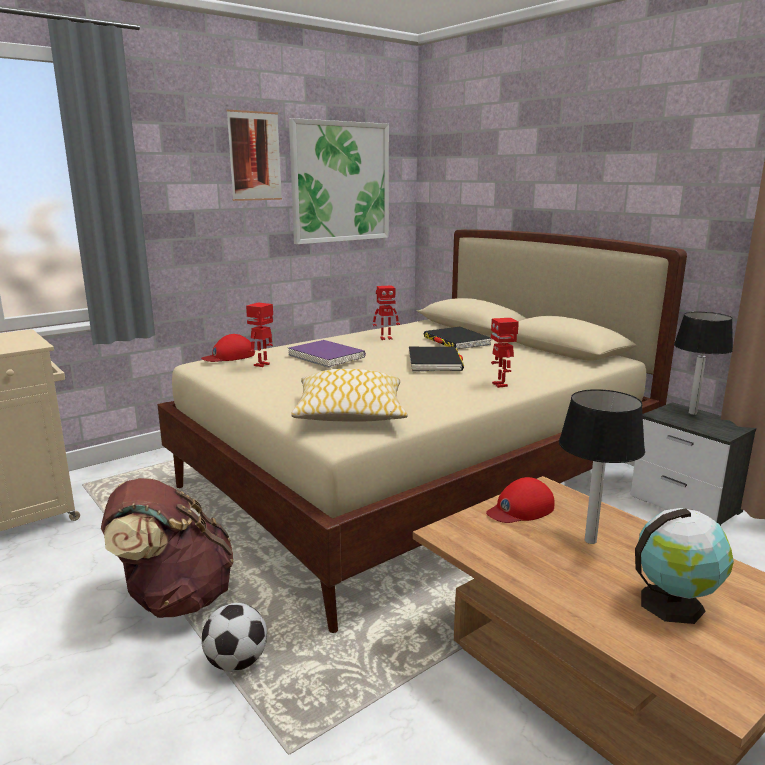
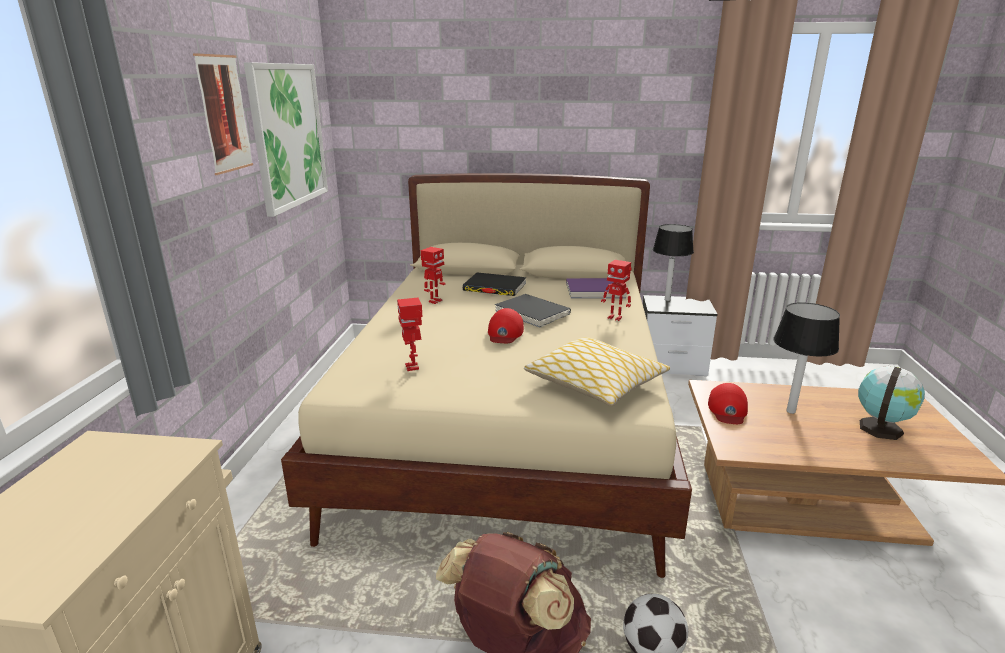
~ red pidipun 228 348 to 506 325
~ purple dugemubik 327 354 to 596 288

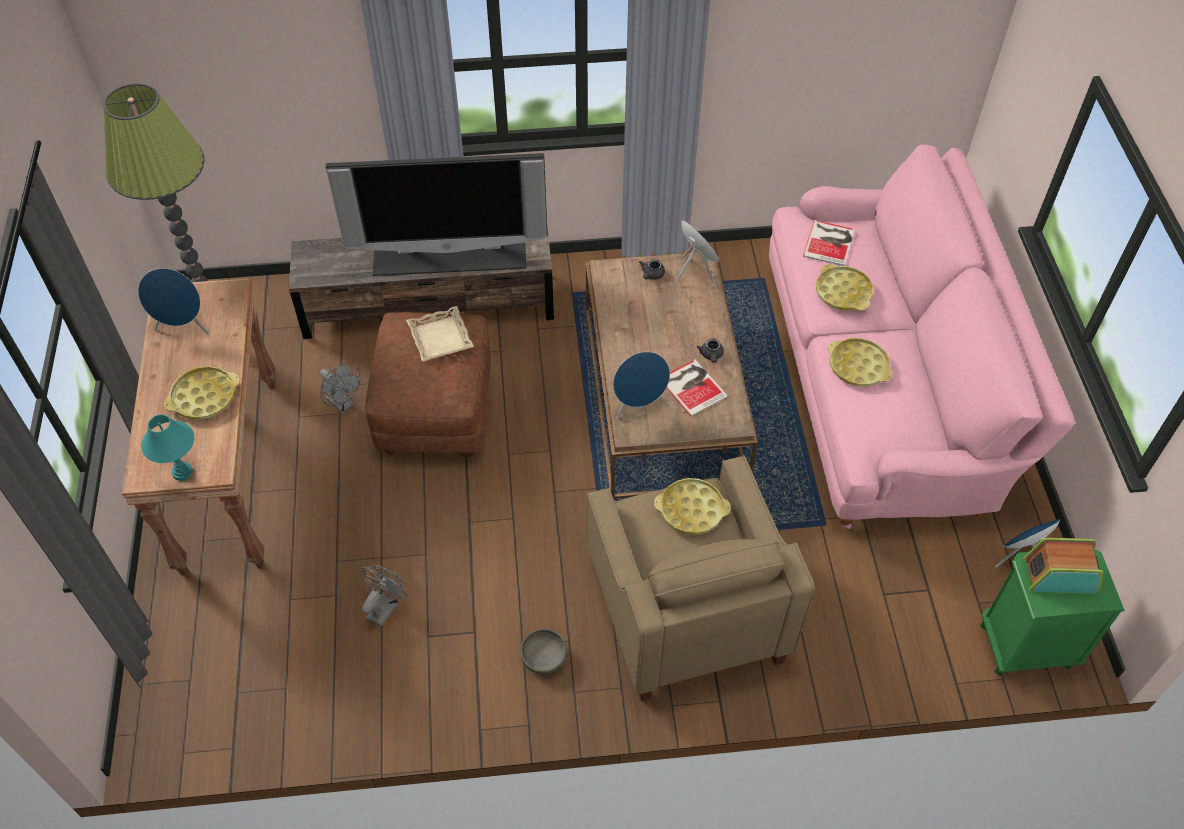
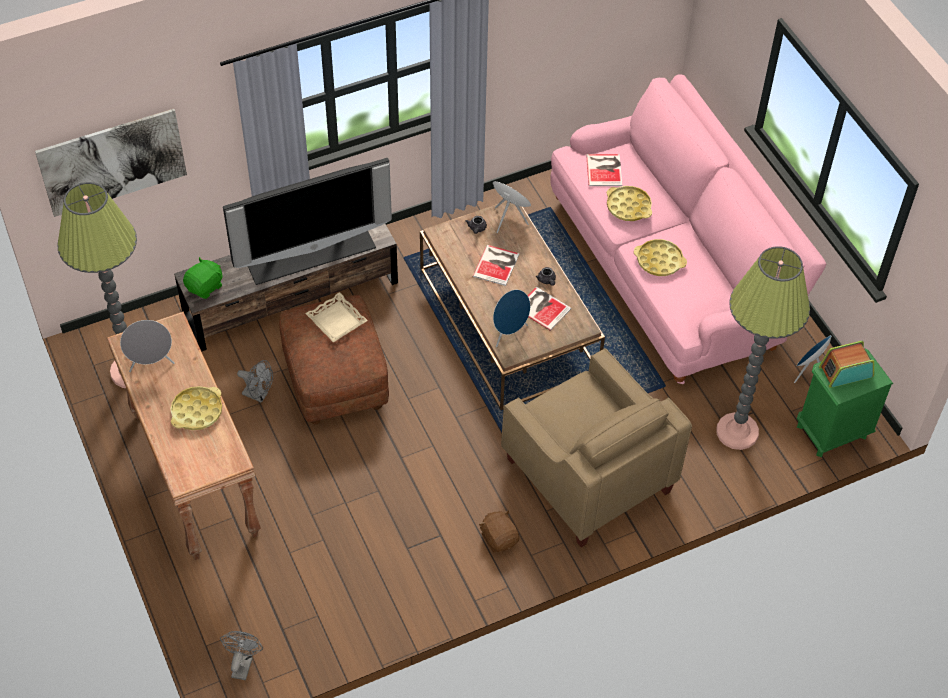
- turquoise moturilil 167 448
- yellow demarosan 692 506
+ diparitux 111 163
+ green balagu 203 278
+ dugemubik 496 265
+ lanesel 763 348
~ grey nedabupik 384 596 to 241 655
~ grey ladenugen 543 651 to brown balagu 499 531
~ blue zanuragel 173 301 to grey zanuragel 147 346

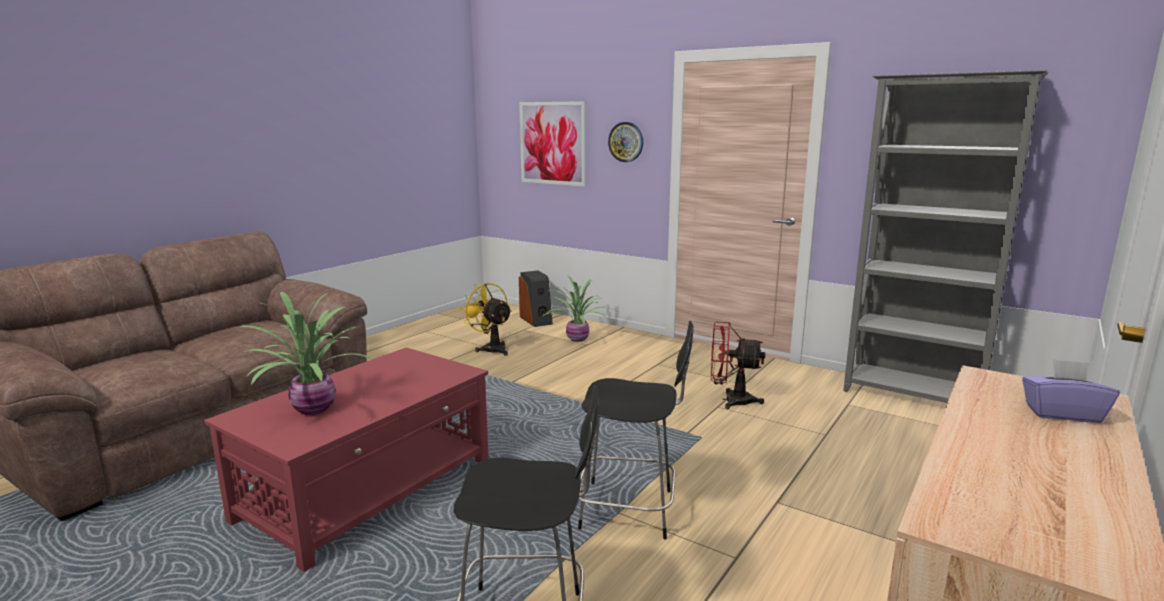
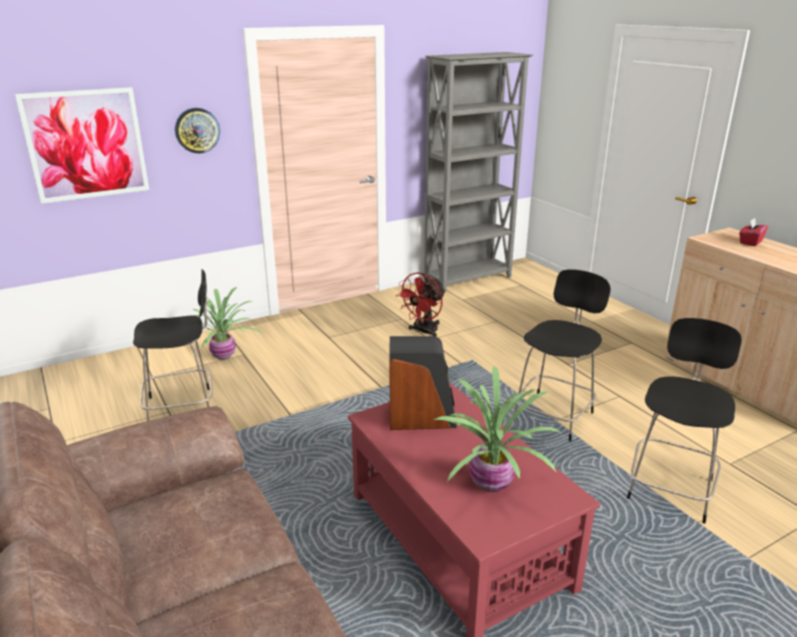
~ zanuragel 536 298 to 423 383
~ yellow nedabupik 486 319 to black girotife 173 345
~ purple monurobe 1071 391 to red monurobe 753 232

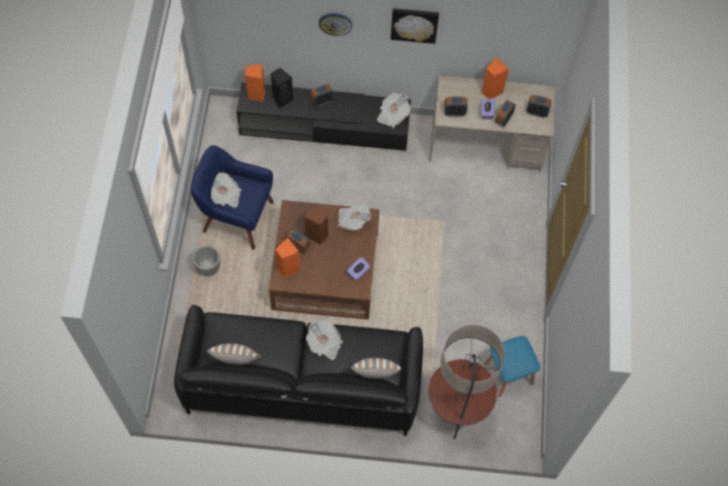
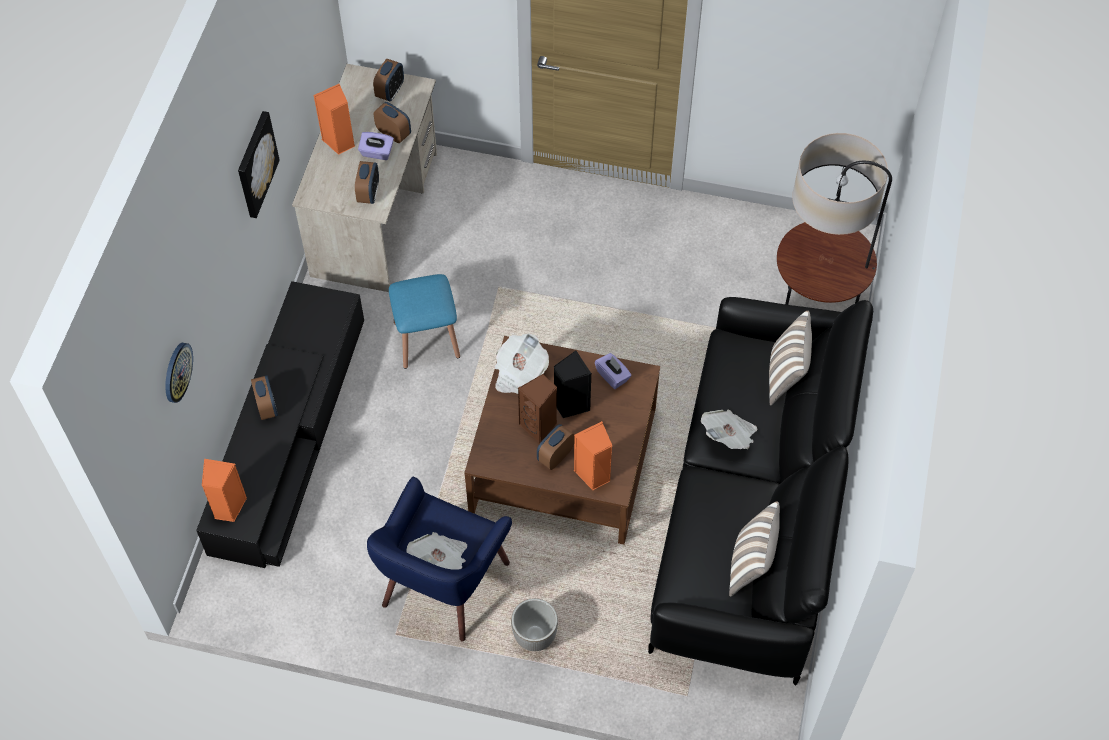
- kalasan 394 110
~ black zanuragel 282 88 to 572 384
~ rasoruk 335 24 to 179 373
~ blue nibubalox 512 366 to 424 321

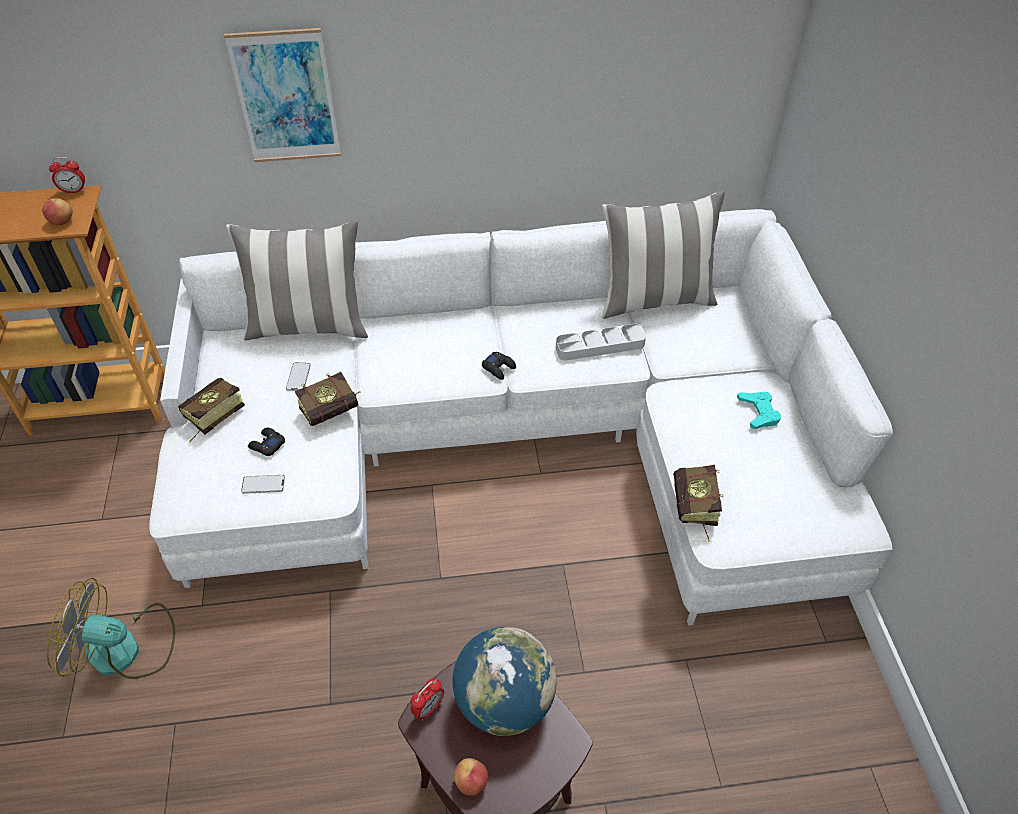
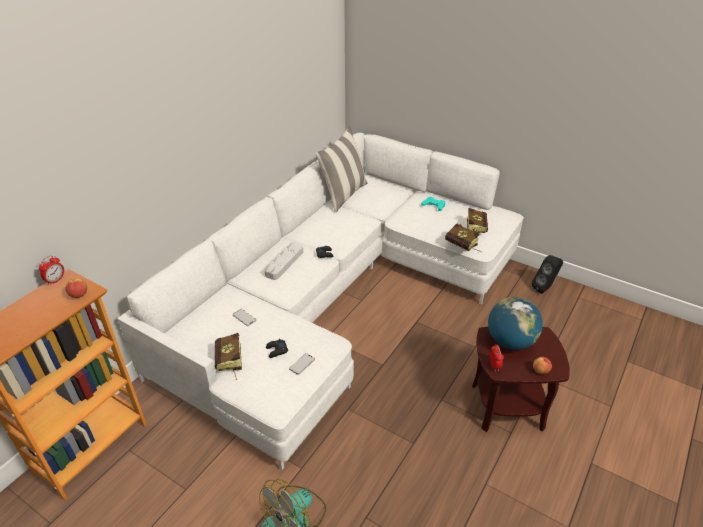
- diparitux 282 95
- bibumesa 297 281
+ black zanuragel 547 274
~ dugemubik 328 399 to 477 220
~ grey demarosan 601 342 to 283 261

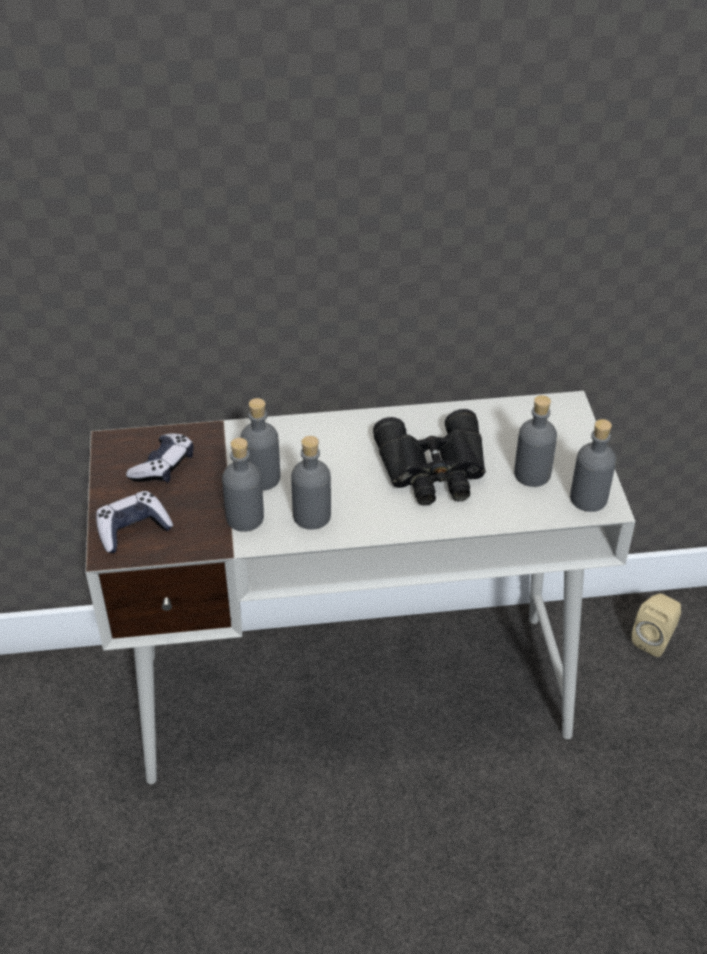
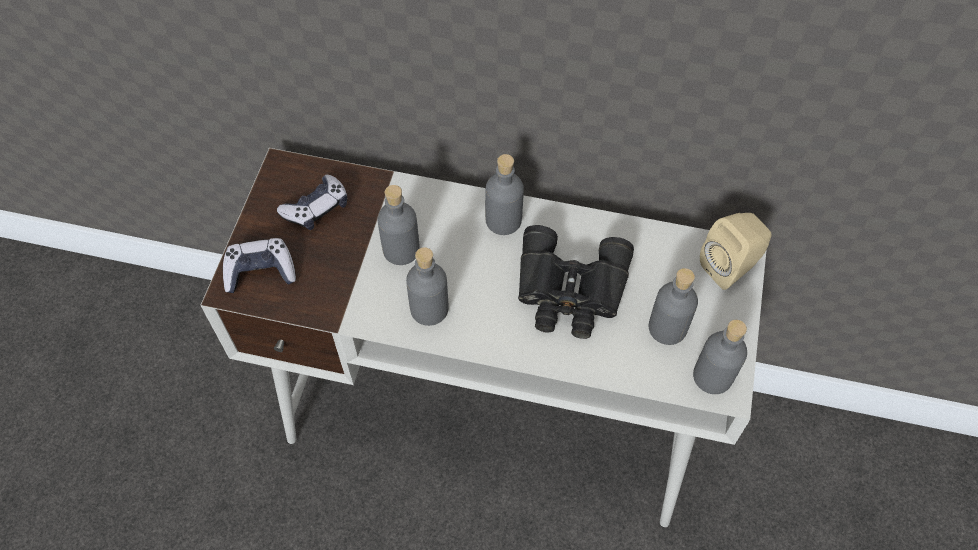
~ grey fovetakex 243 485 to 504 194
~ beige zanuragel 656 625 to 736 251

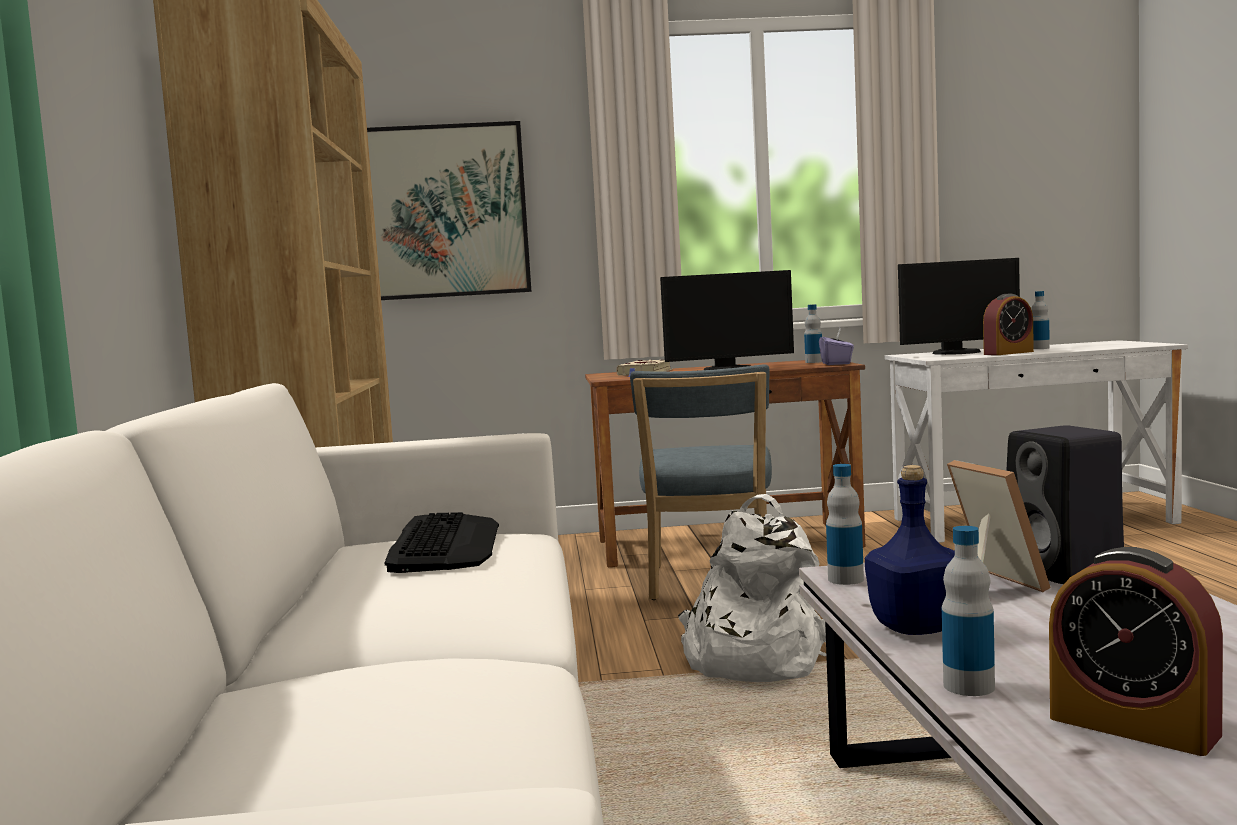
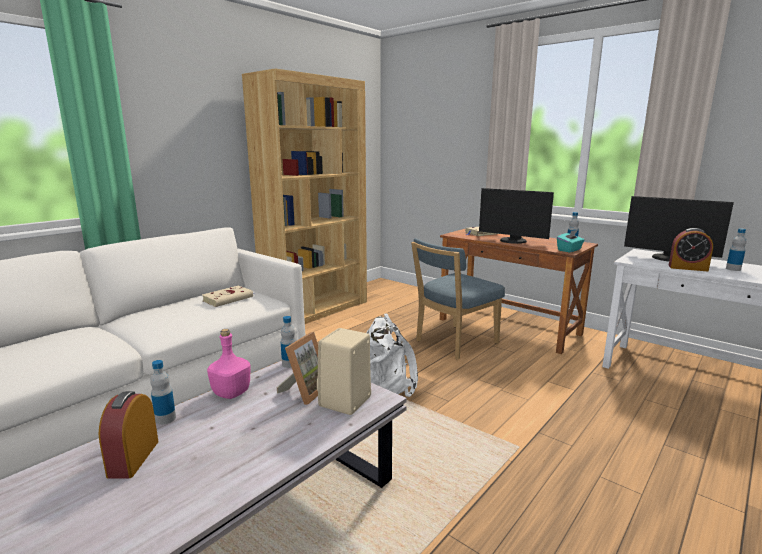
- diparitux 449 210
~ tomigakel 442 542 to beige dugemubik 228 296
~ purple monurobe 836 346 to turquoise monurobe 571 241
~ blue fovetakex 910 550 to pink fovetakex 229 364
~ black zanuragel 1065 504 to beige zanuragel 344 371

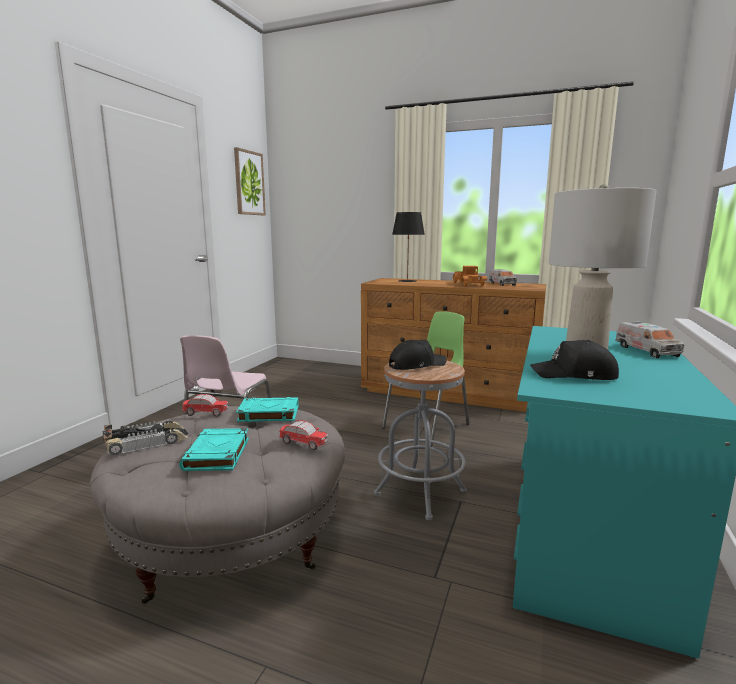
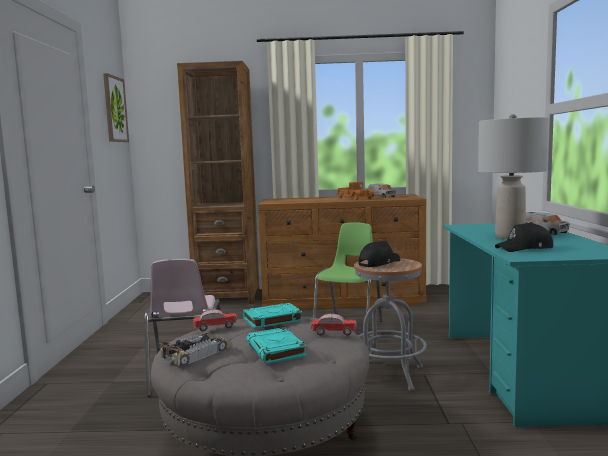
- black moturilil 408 247
+ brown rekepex 218 182

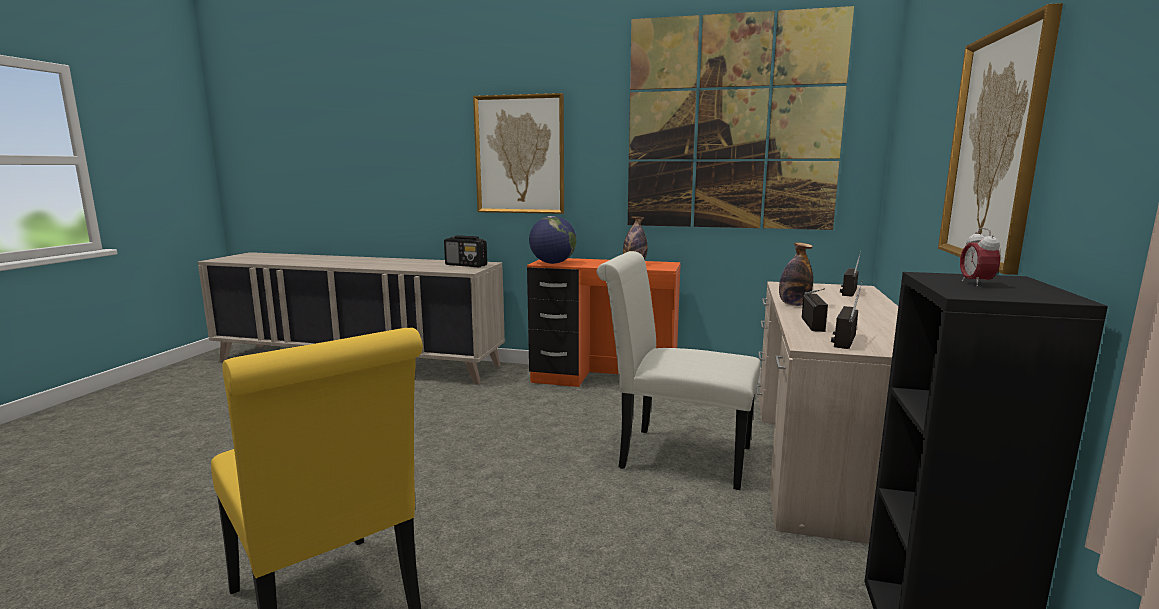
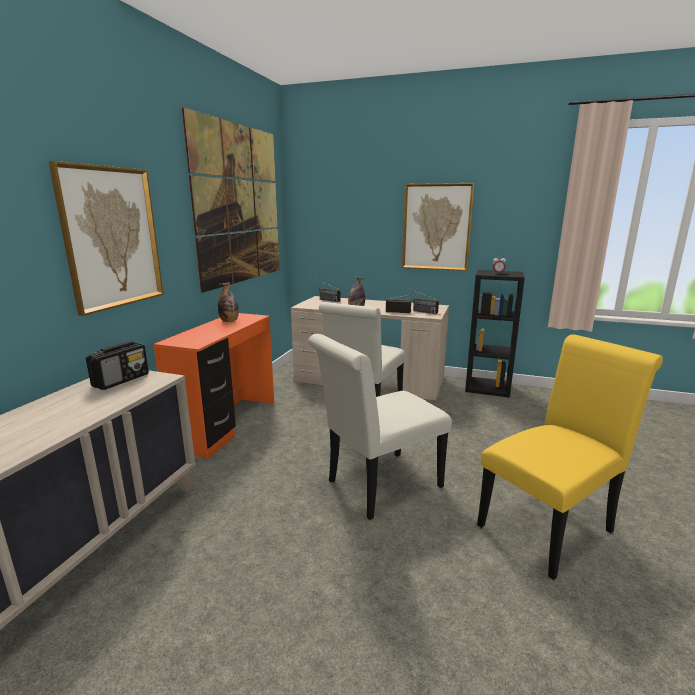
- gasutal 552 240
+ white girotife 380 427

